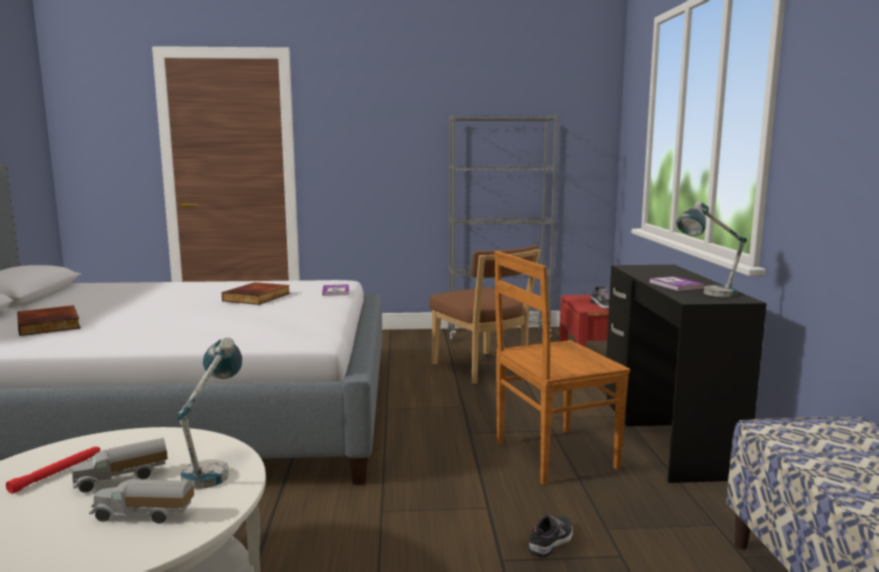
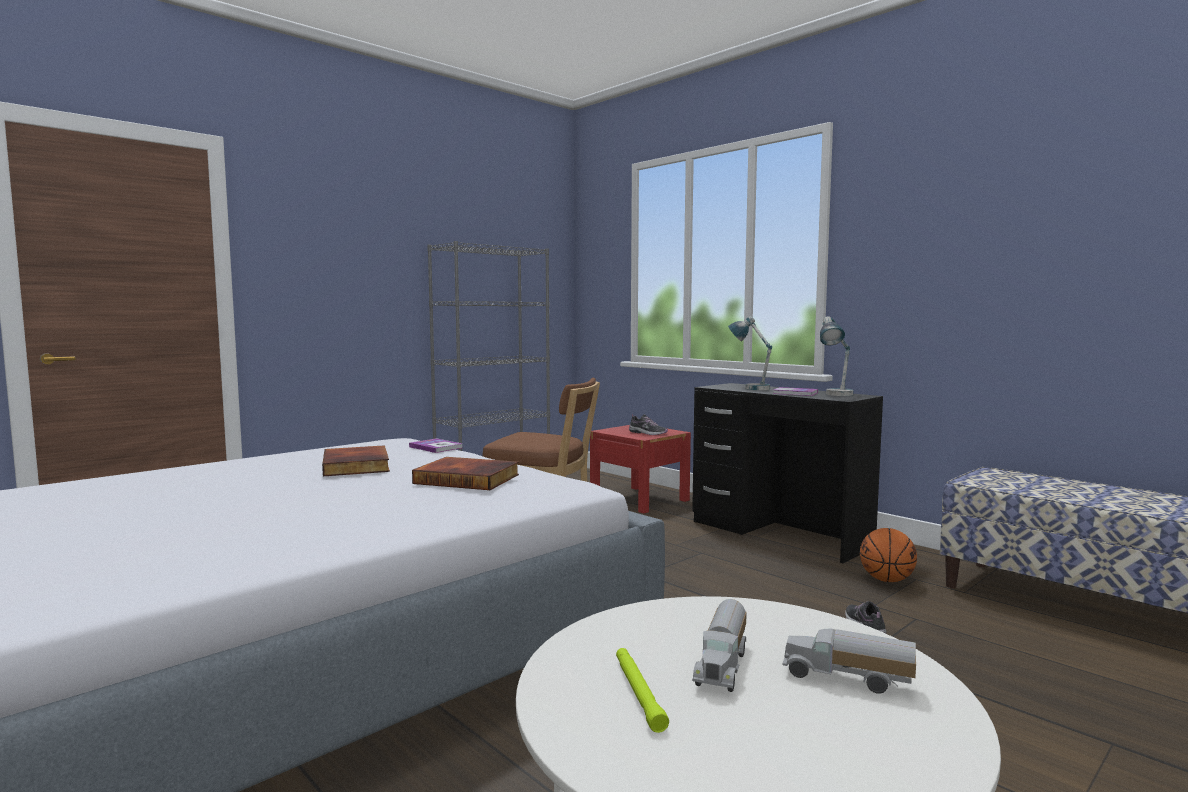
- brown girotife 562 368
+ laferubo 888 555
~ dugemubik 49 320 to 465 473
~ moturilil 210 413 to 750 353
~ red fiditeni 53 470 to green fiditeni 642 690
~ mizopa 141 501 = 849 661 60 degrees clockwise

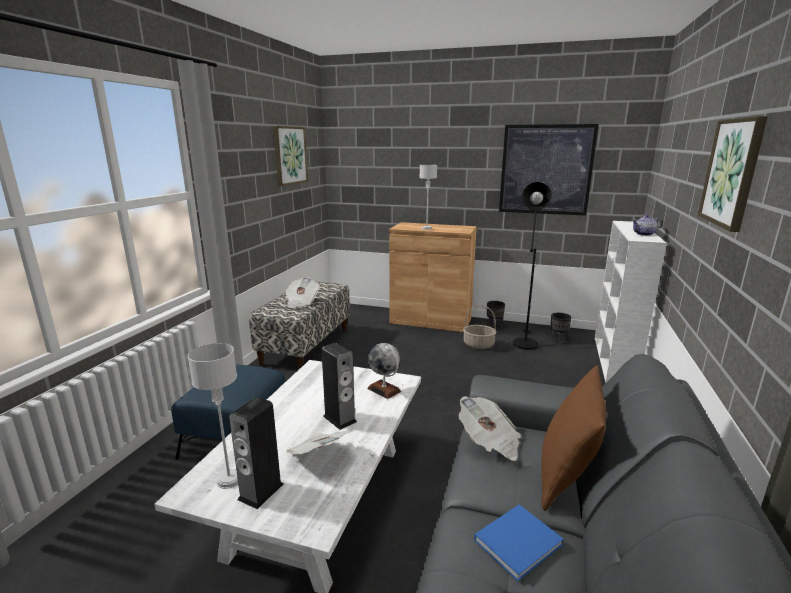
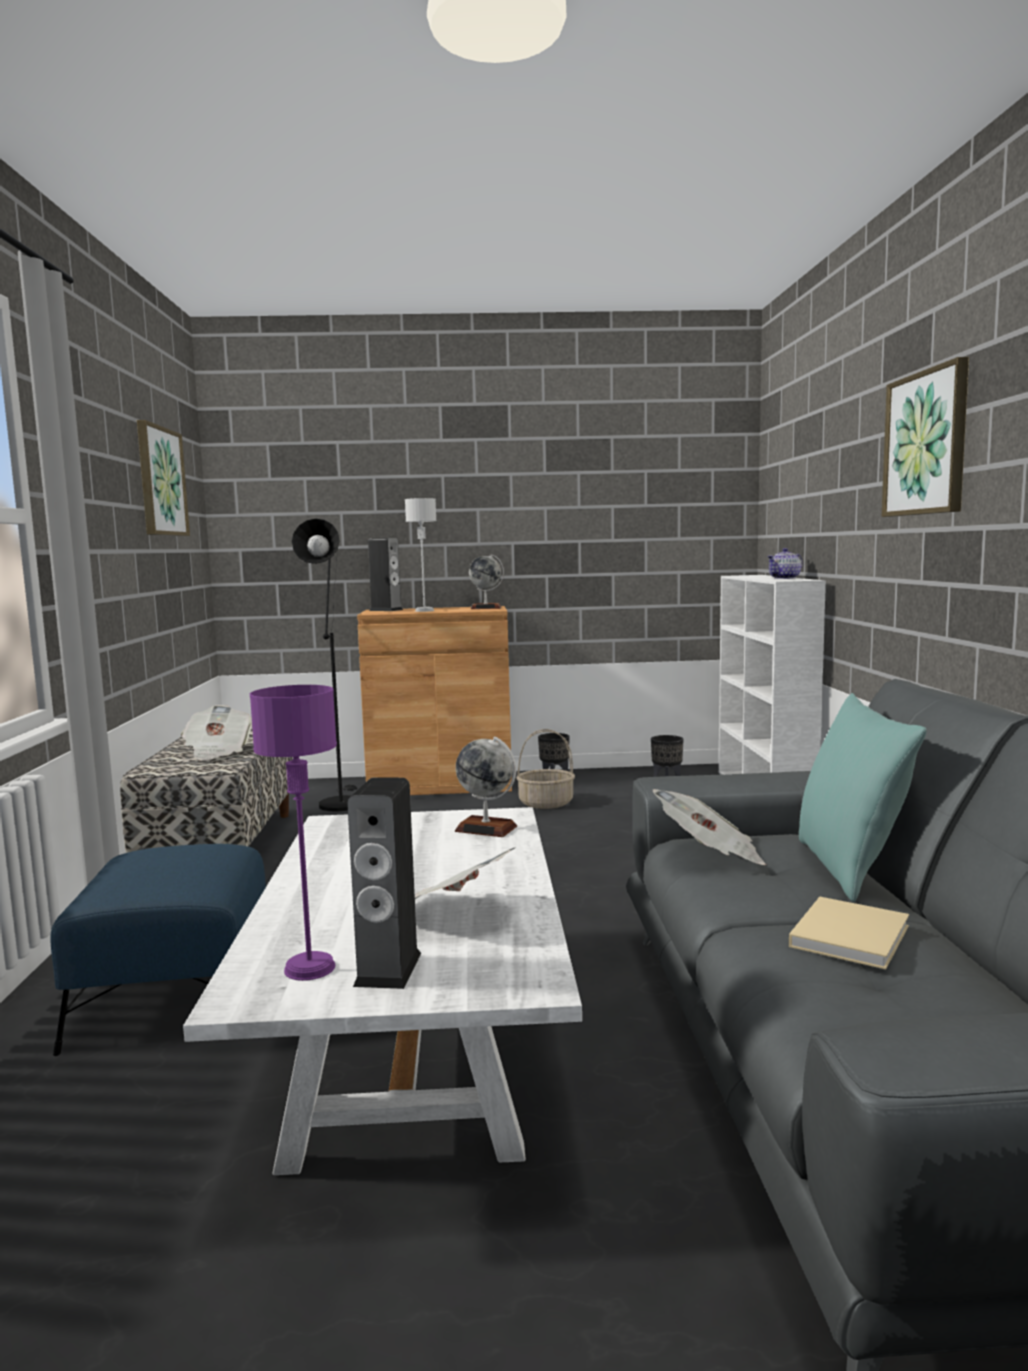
- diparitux 549 170
+ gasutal 486 581
~ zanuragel 339 386 to 385 574
~ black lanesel 532 266 to 324 665
~ grey moturilil 213 416 to purple moturilil 293 833
~ blue dugemubik 519 542 to beige dugemubik 849 933
~ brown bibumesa 574 438 to turquoise bibumesa 863 797

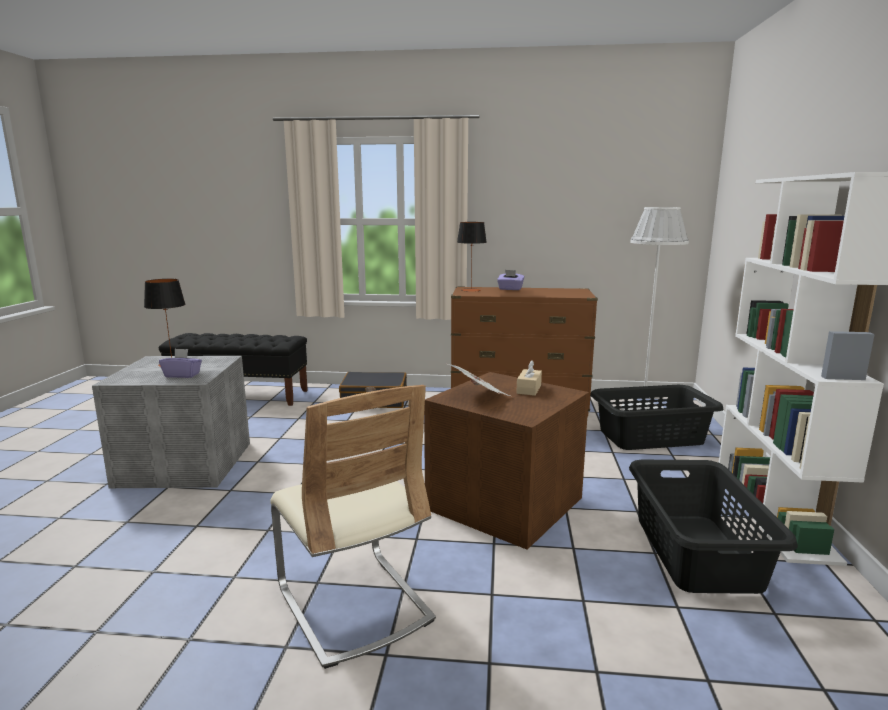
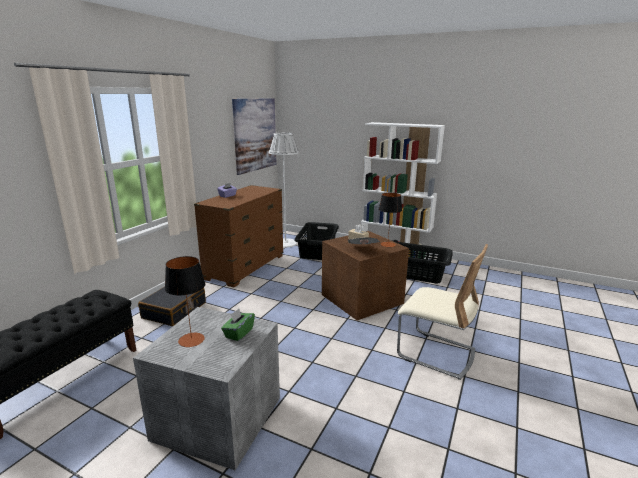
+ diparitux 254 136
~ moturilil 472 257 to 390 219
~ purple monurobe 180 363 to green monurobe 238 325
~ beige girotife 353 527 = 442 312 45 degrees clockwise

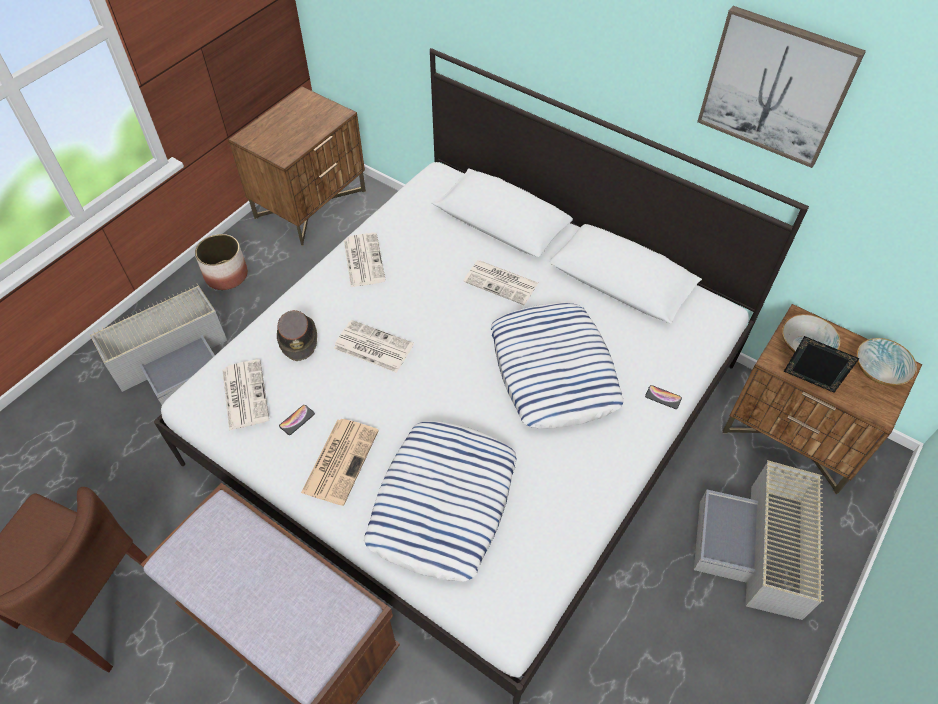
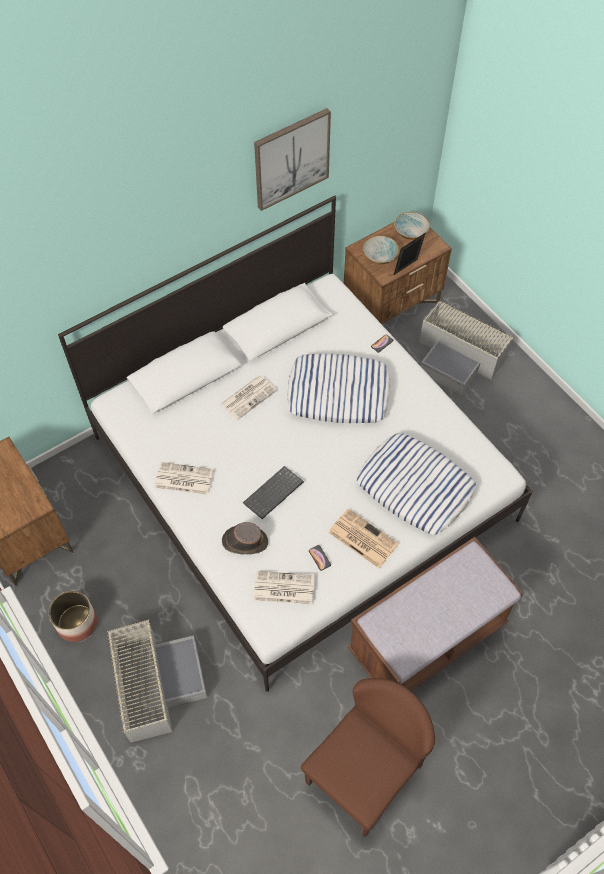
~ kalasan 373 346 to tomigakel 273 492

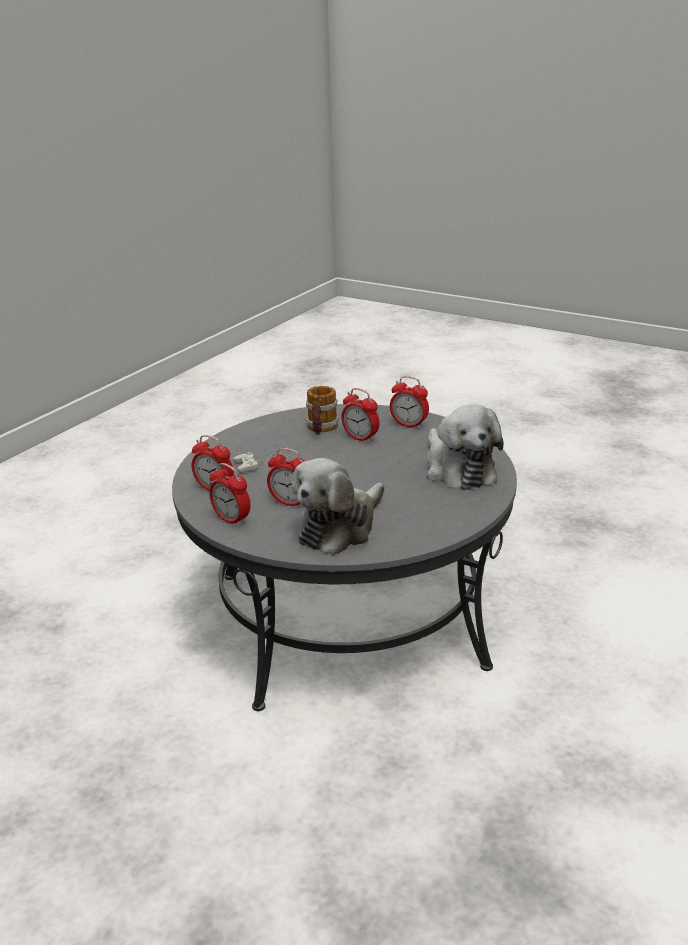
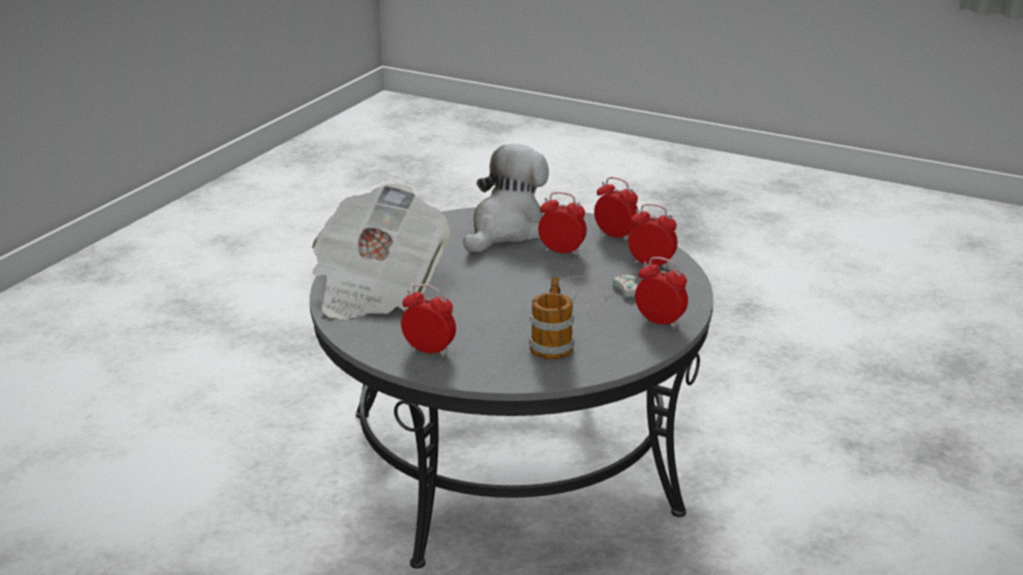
~ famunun 360 415 to 661 293
~ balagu 465 447 to kalasan 381 251

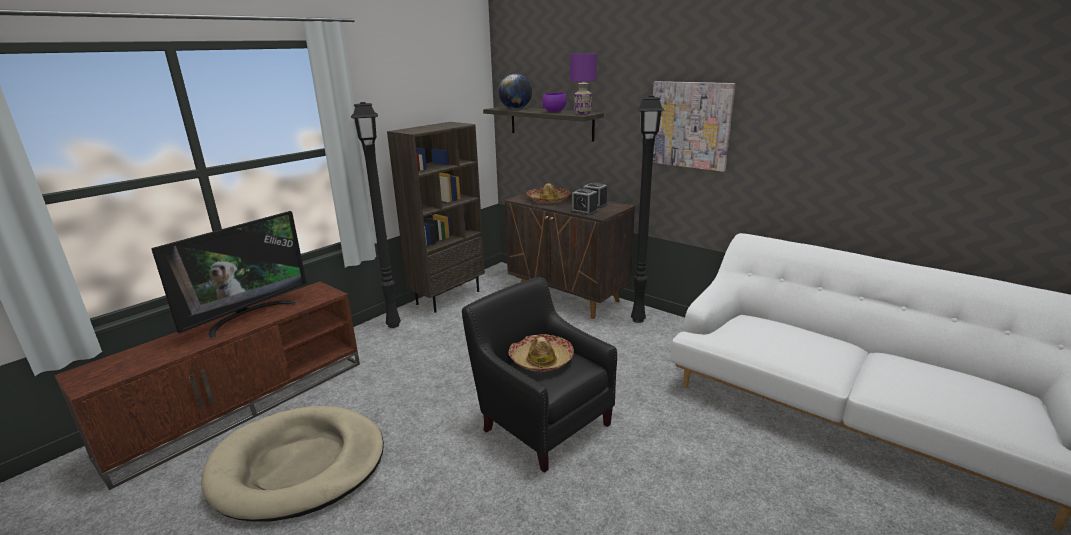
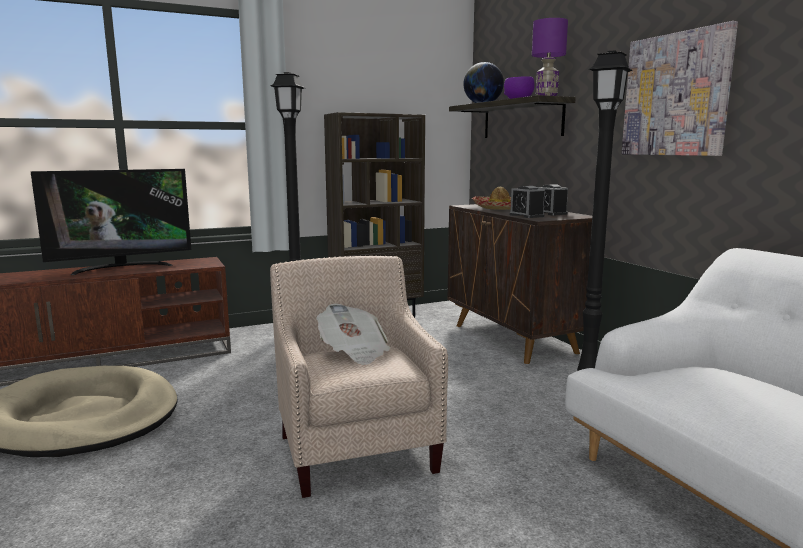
~ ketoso 541 353 to kalasan 353 334
~ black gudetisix 539 375 to beige gudetisix 359 377

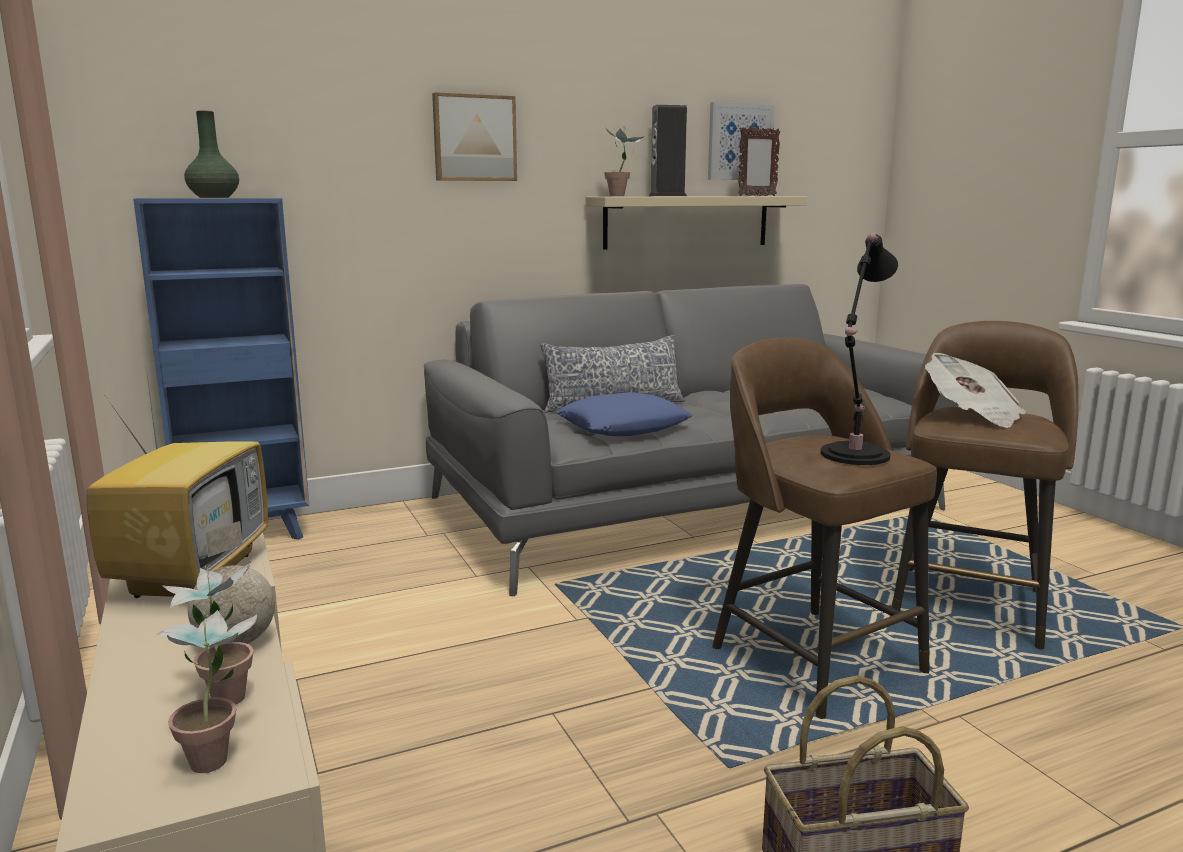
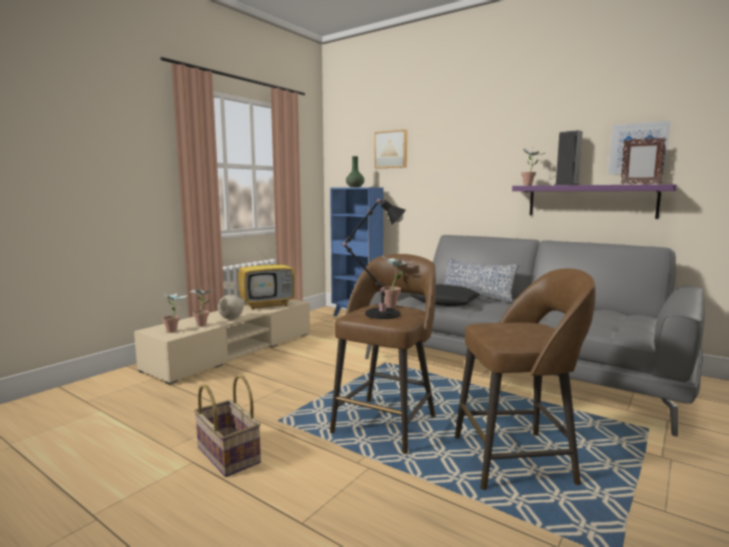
- kalasan 975 390
+ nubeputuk 397 280
~ diparitux 474 136 to 390 149
~ blue bibumesa 624 414 to black bibumesa 445 295
~ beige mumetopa 696 222 to purple mumetopa 594 201

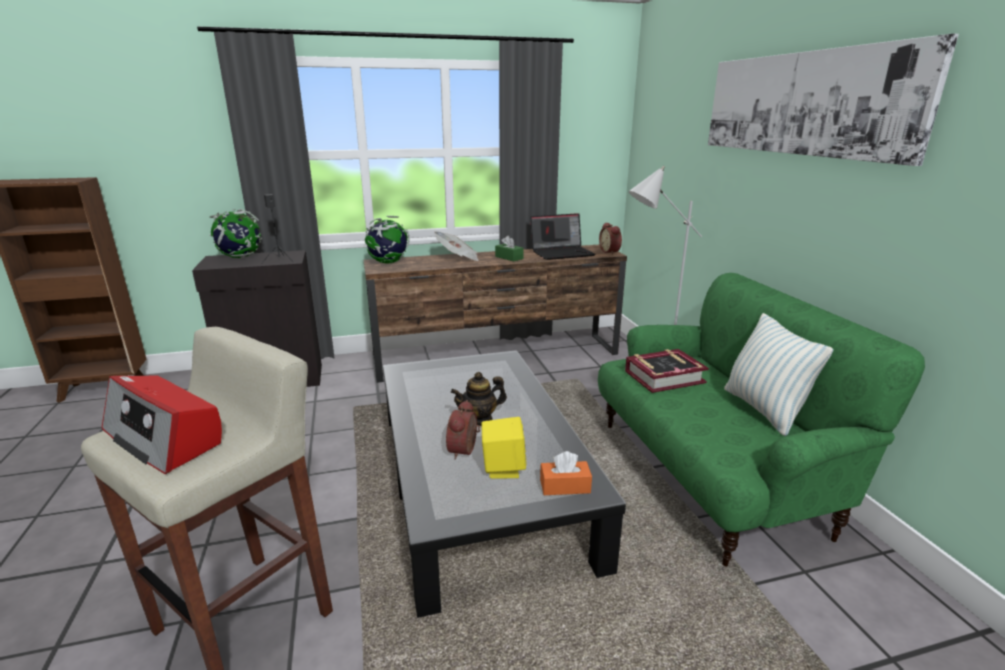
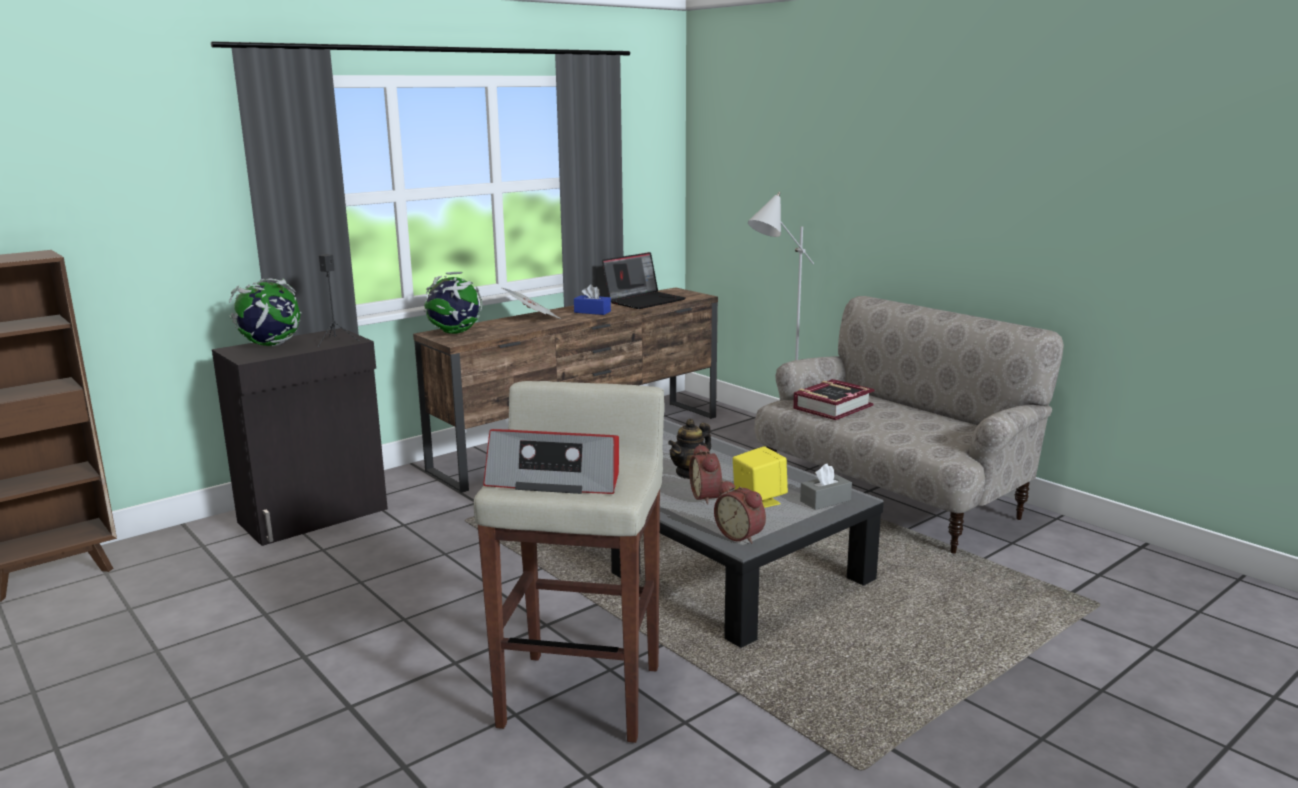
- diparitux 833 100
- bibumesa 779 374
~ famunun 610 238 to 740 512
~ green monurobe 509 249 to blue monurobe 592 299
~ orange monurobe 566 473 to grey monurobe 826 487
~ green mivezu 761 419 to beige mivezu 909 425

